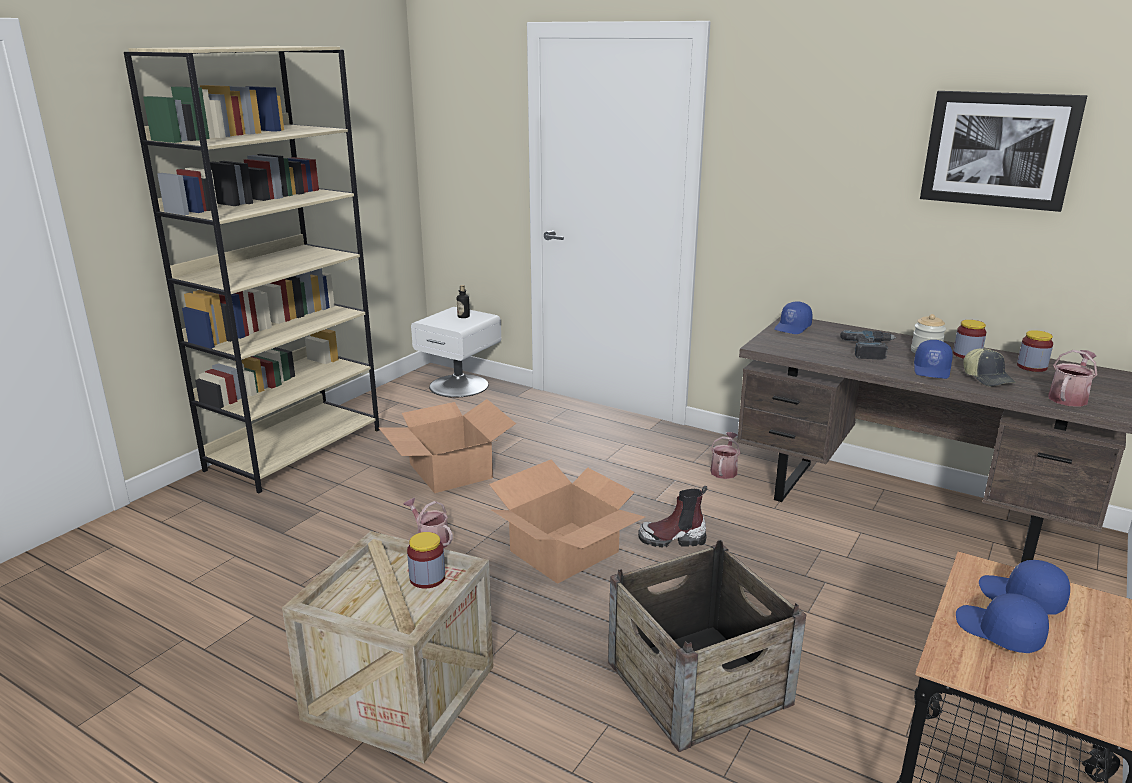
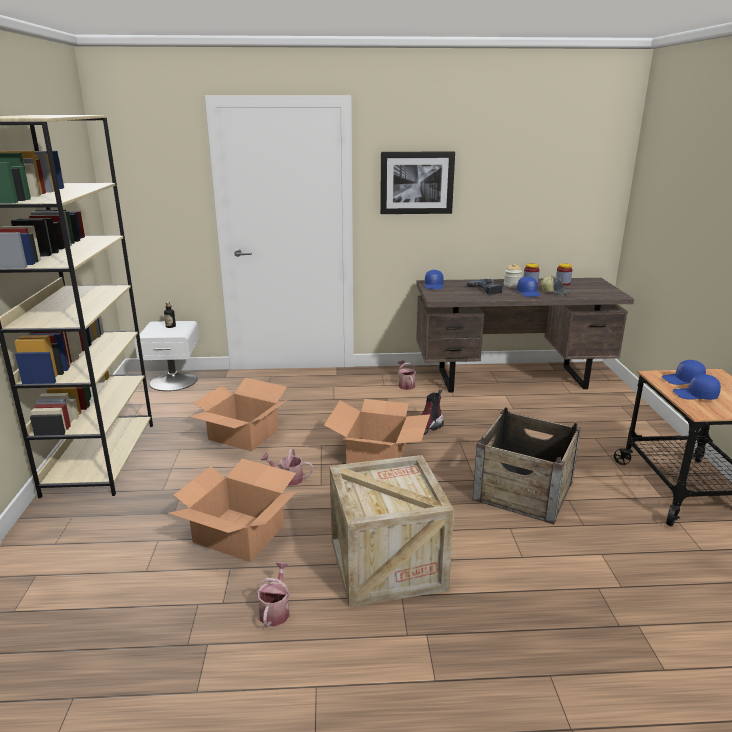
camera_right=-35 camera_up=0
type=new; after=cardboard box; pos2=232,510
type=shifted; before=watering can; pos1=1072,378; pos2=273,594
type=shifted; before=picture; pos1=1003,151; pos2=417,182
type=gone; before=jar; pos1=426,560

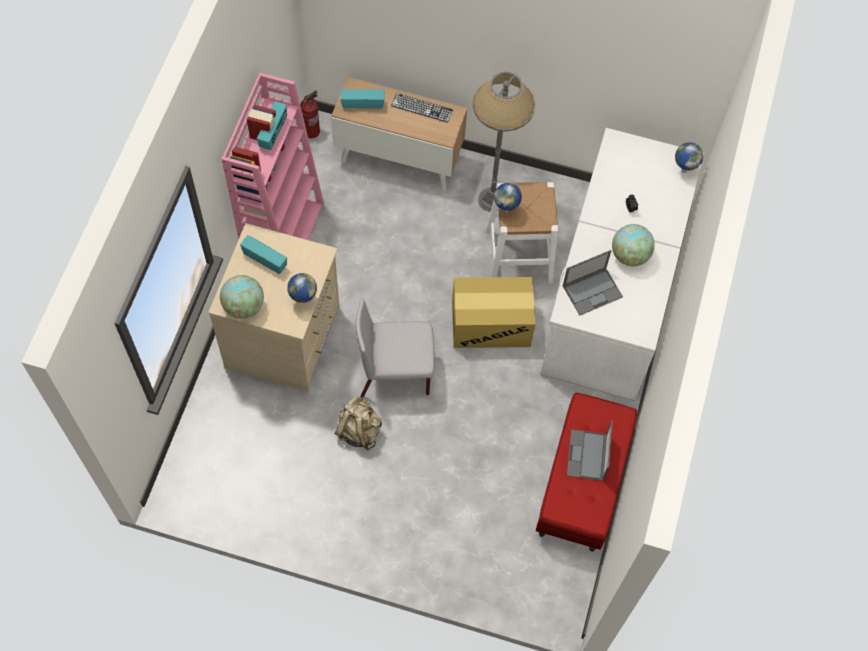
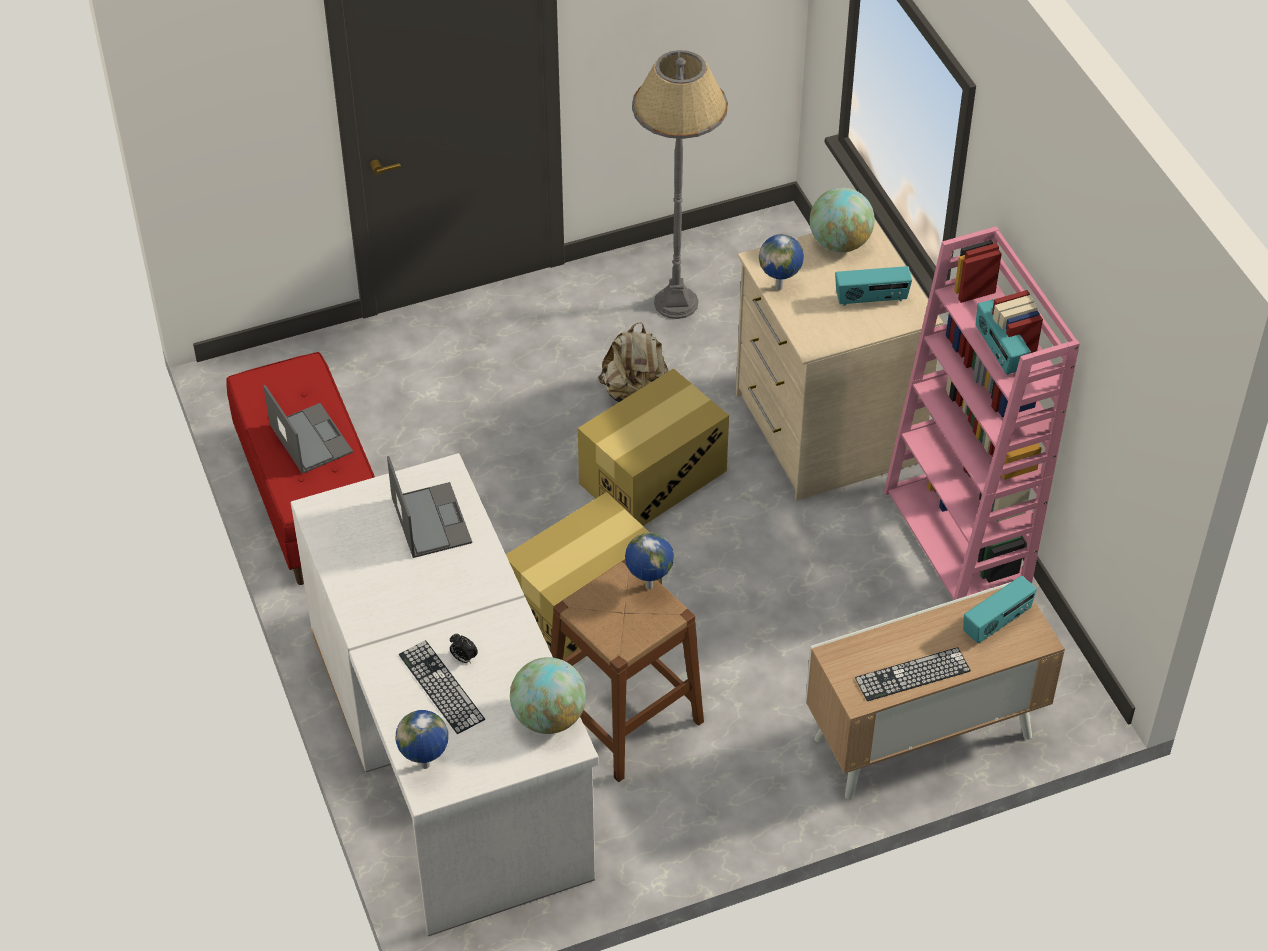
camera_right=145 camera_up=-15
type=rotated; before=laptop; pos1=593,282; pos2=429,507; turn=135
type=new; after=keyboard; pos2=442,687
type=shifted; before=globe; pos1=633,245; pos2=548,695
type=repainted; before=white stool; after=brown stool; pos1=522,232; pos2=627,671
type=swapped; before=grey chair; after=cardboard box; pos1=395,347; pos2=653,447
type=shifted; before=grey floor lamp; pos1=504,141; pos2=680,184
type=gone; before=fire extinguisher; pos1=310,114

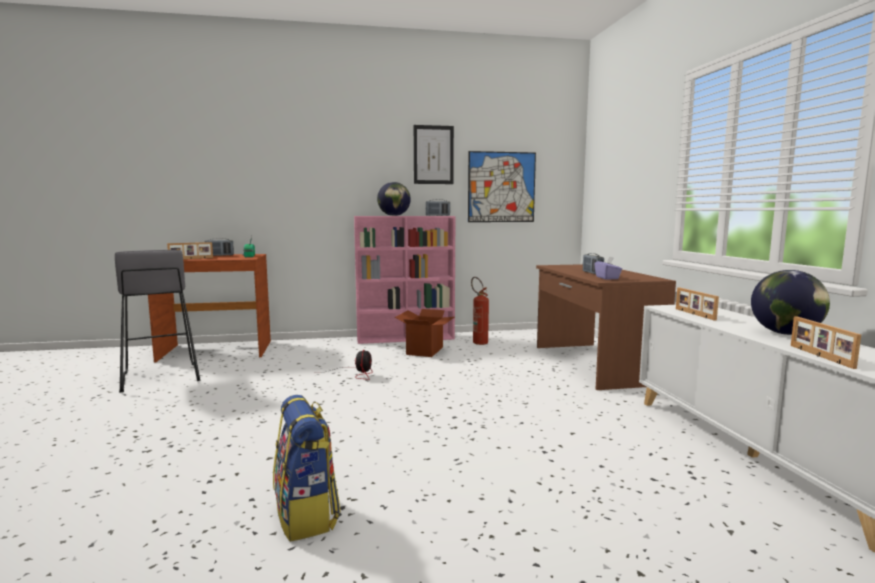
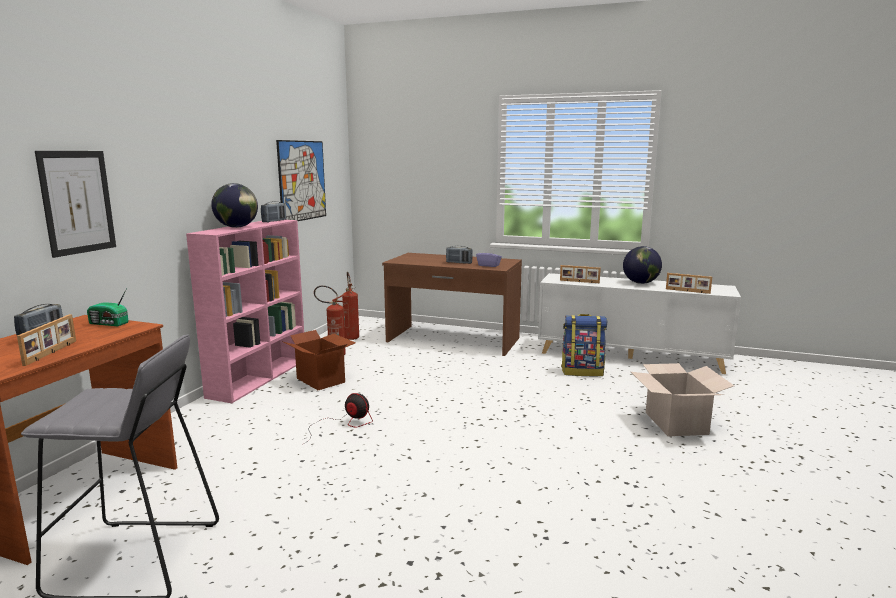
camera_right=-60 camera_up=5
type=shifted; before=picture; pos1=434,154; pos2=75,204
type=new; after=fire extinguisher; pos2=350,306
type=shifted; before=backpack; pos1=306,468; pos2=584,345
type=new; after=cardboard box; pos2=682,399

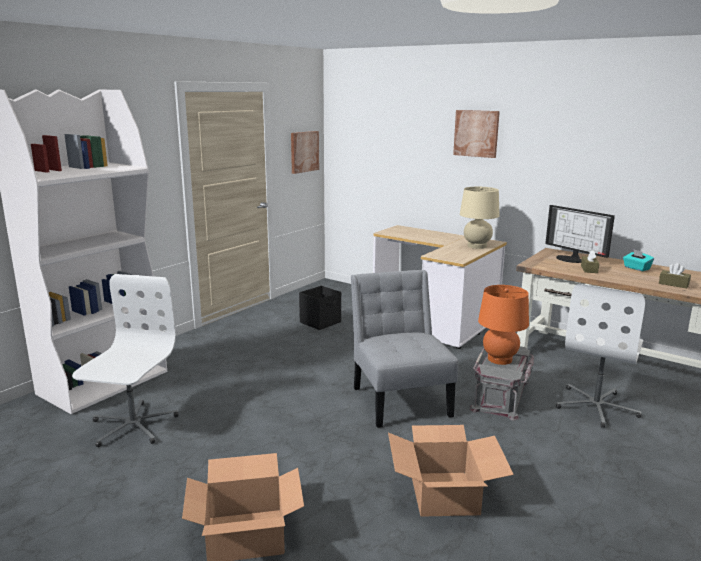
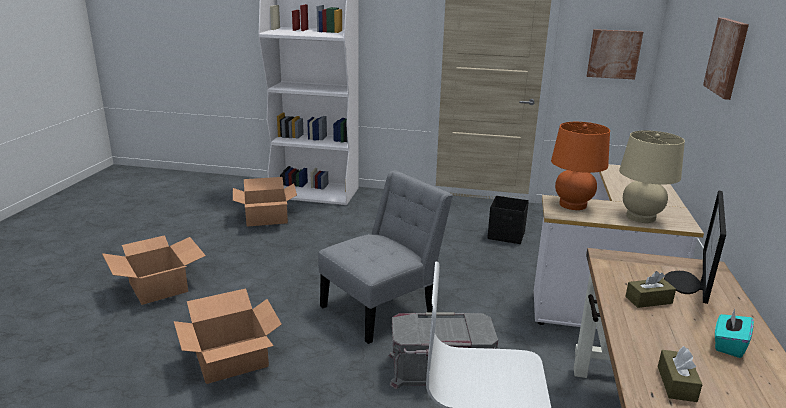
camera_right=65 camera_up=5
type=swapped; before=white office chair; after=cardboard box; pos1=125,360; pos2=265,202
type=shifted; before=orange table lamp; pos1=503,325; pos2=580,166

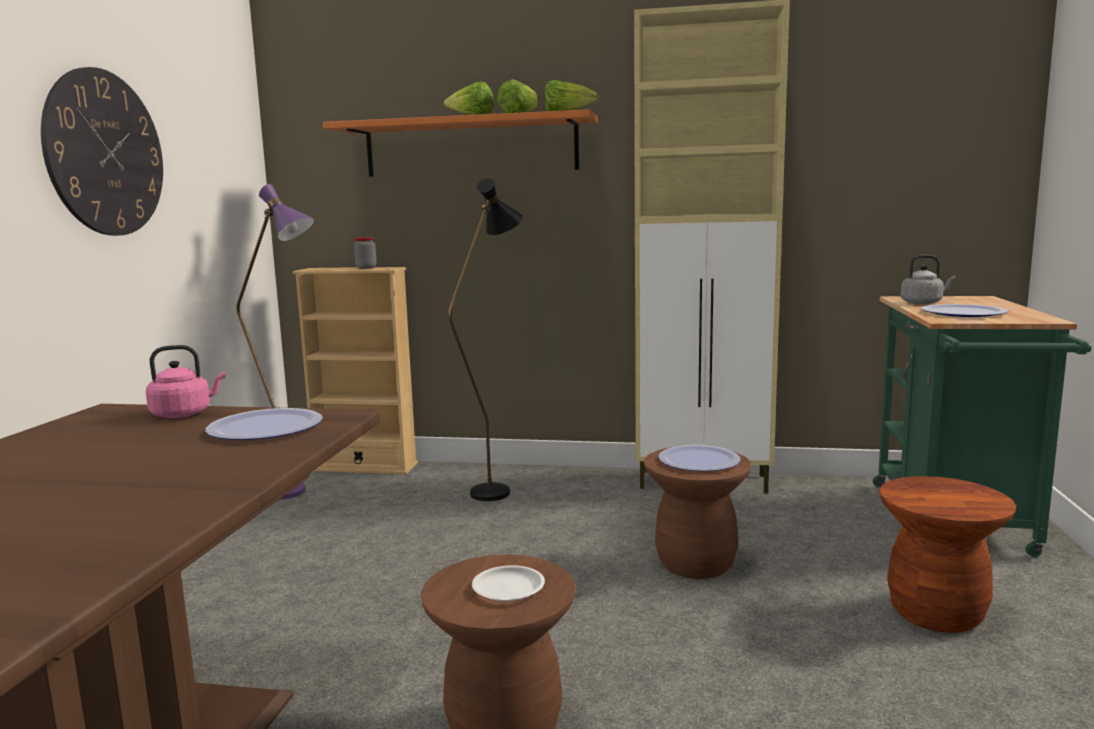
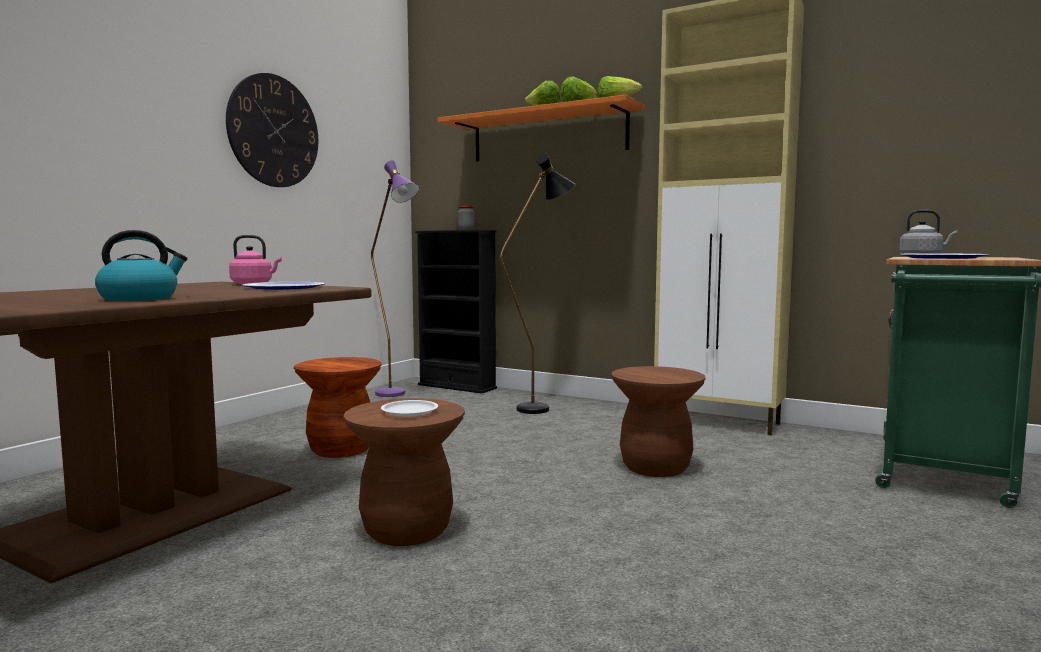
camera_right=20 camera_up=-5
type=new; after=kettle; pos2=141,265
type=shifted; before=brown stool; pos1=947,554; pos2=338,407
type=repainted; before=beige bookcase; after=black bookcase; pos1=355,371; pos2=456,311
type=gone; before=plate; pos1=699,458

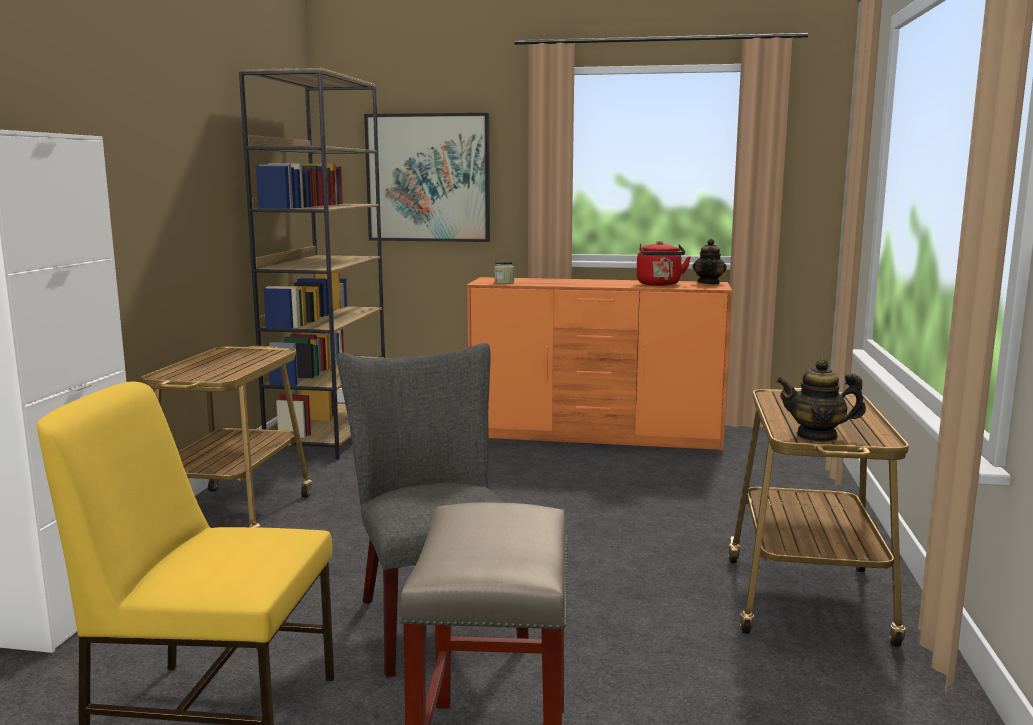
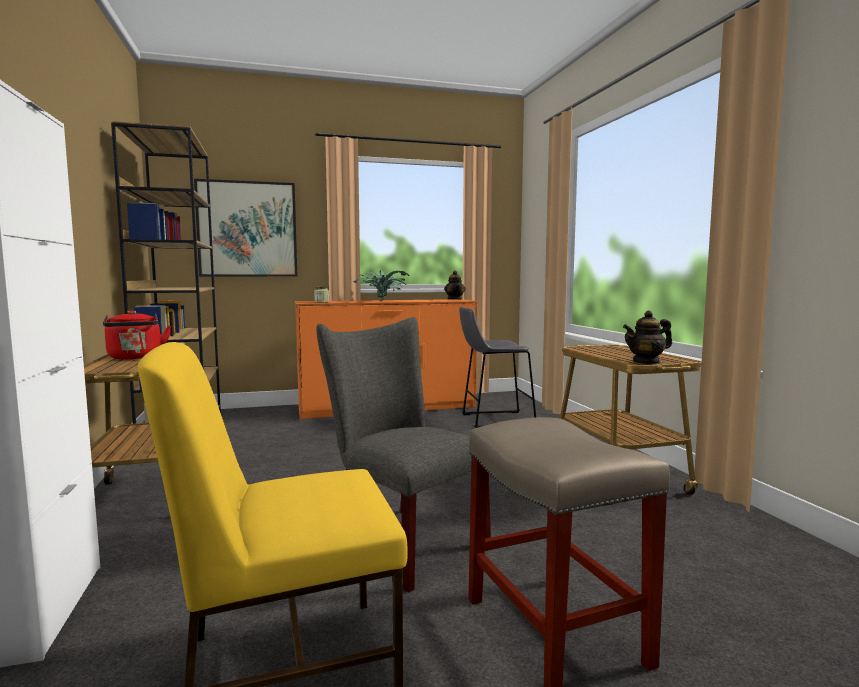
camera_right=-25 camera_up=-5
type=shifted; before=red kettle; pos1=664,263; pos2=137,335
type=new; after=potted plant; pos2=381,285
type=new; after=grey stool; pos2=497,367

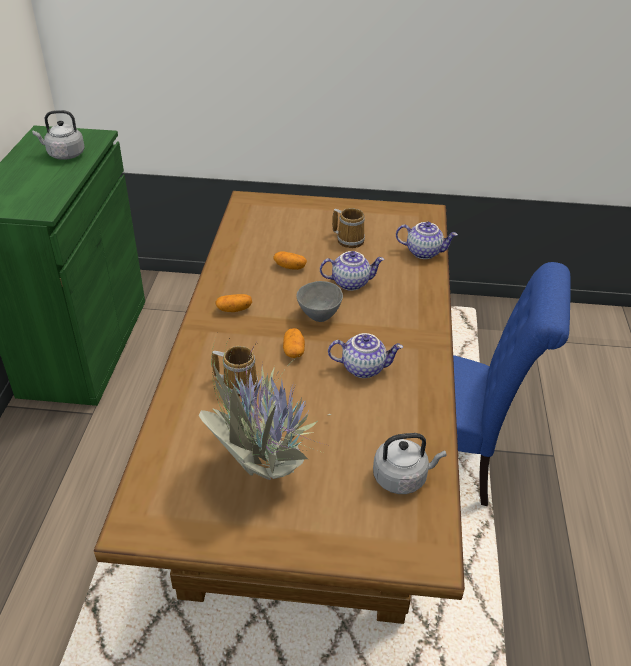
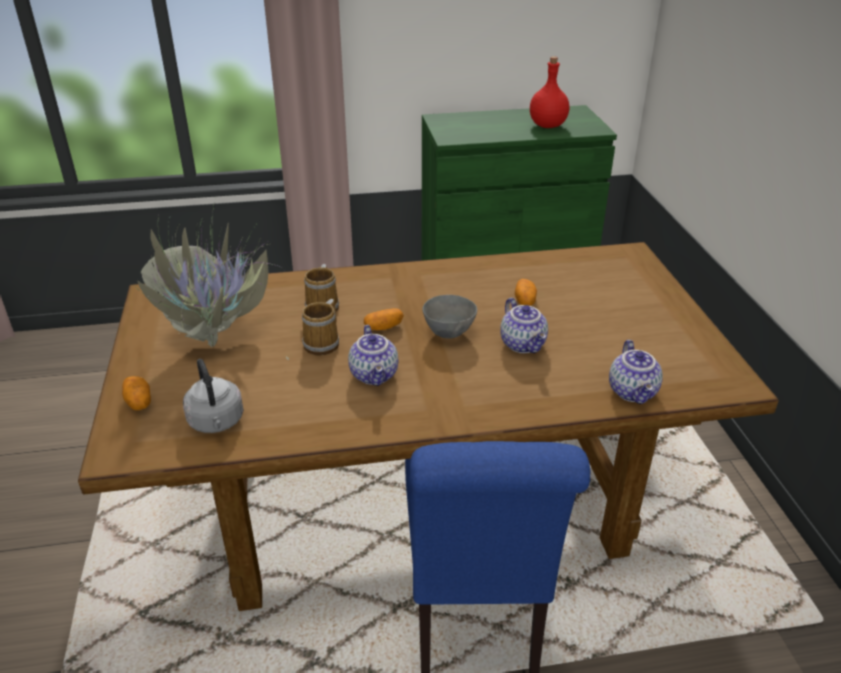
camera_right=75 camera_up=-5
type=shifted; before=potato; pos1=234,303; pos2=136,393
type=shifted; before=mug; pos1=348,228; pos2=320,327
type=swapped; before=grey kettle; after=red bottle; pos1=58,135; pos2=549,92

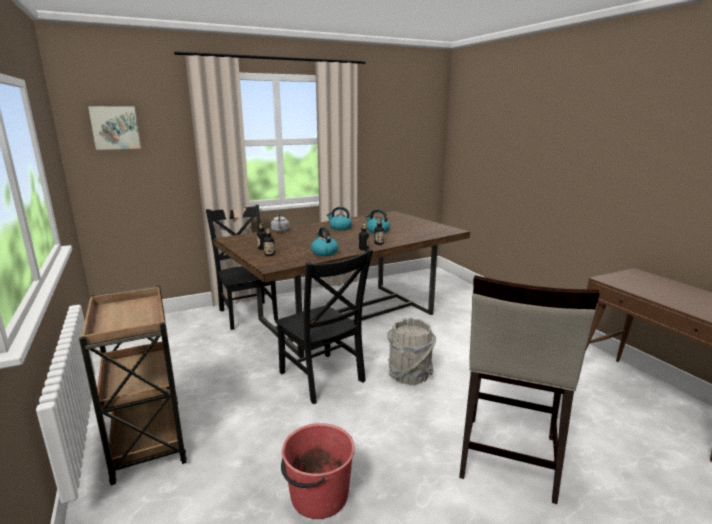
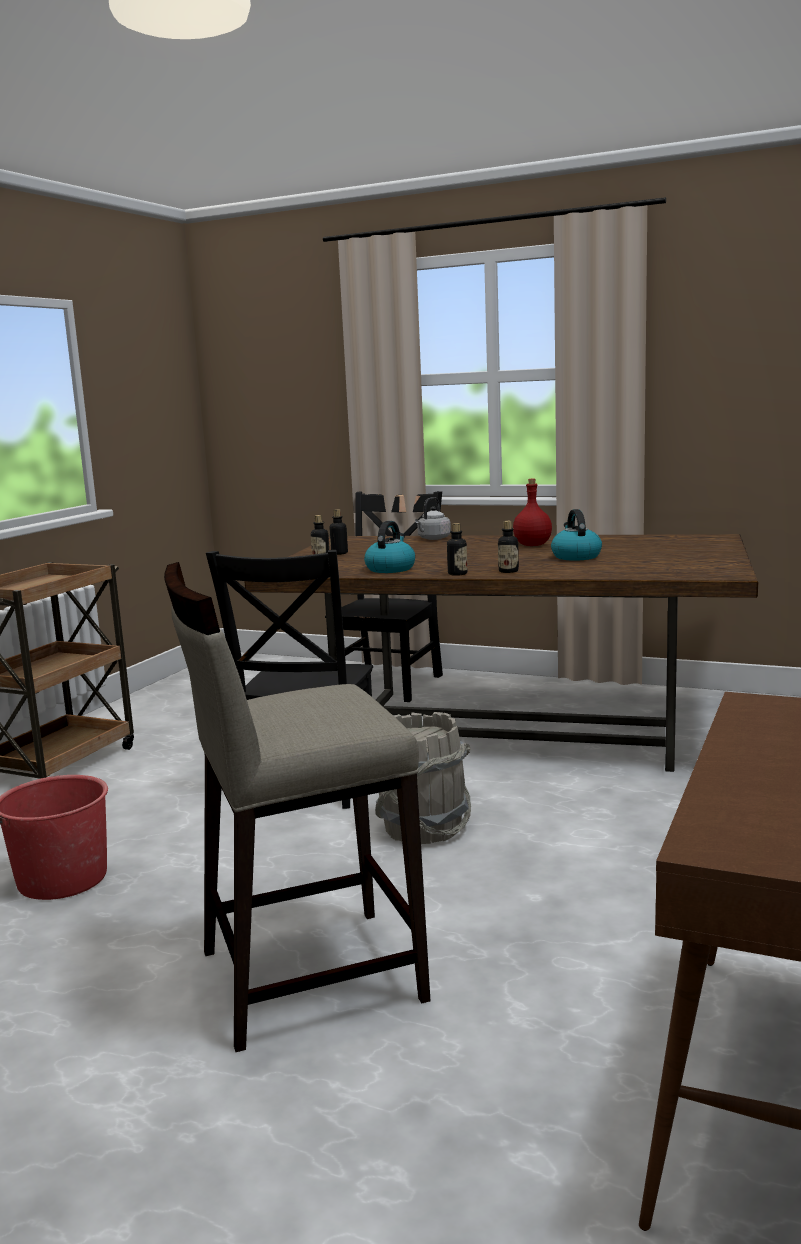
camera_right=50 camera_up=-5
type=swapped; before=kettle; after=red bottle; pos1=339,218; pos2=532,512
type=gone; before=picture; pos1=114,128

